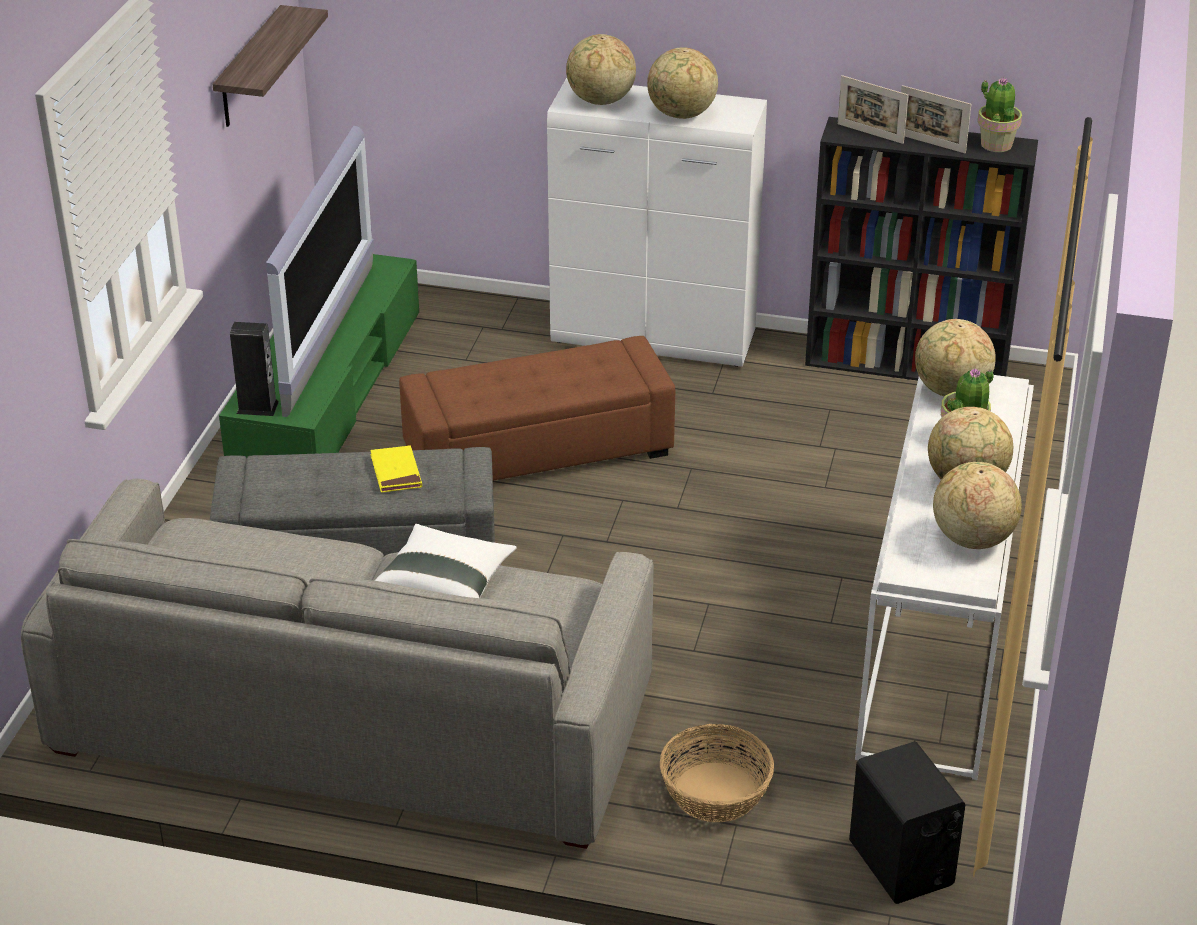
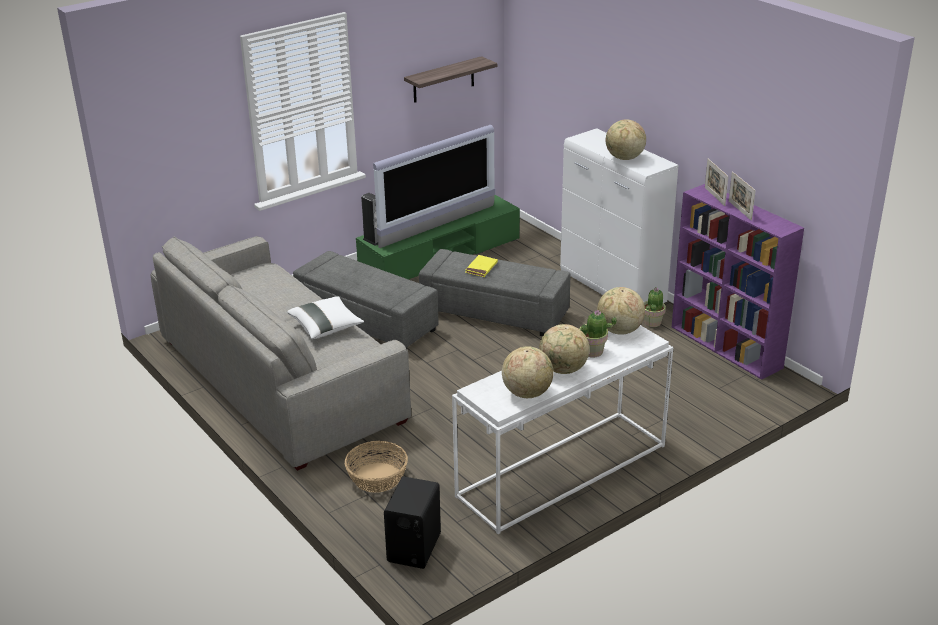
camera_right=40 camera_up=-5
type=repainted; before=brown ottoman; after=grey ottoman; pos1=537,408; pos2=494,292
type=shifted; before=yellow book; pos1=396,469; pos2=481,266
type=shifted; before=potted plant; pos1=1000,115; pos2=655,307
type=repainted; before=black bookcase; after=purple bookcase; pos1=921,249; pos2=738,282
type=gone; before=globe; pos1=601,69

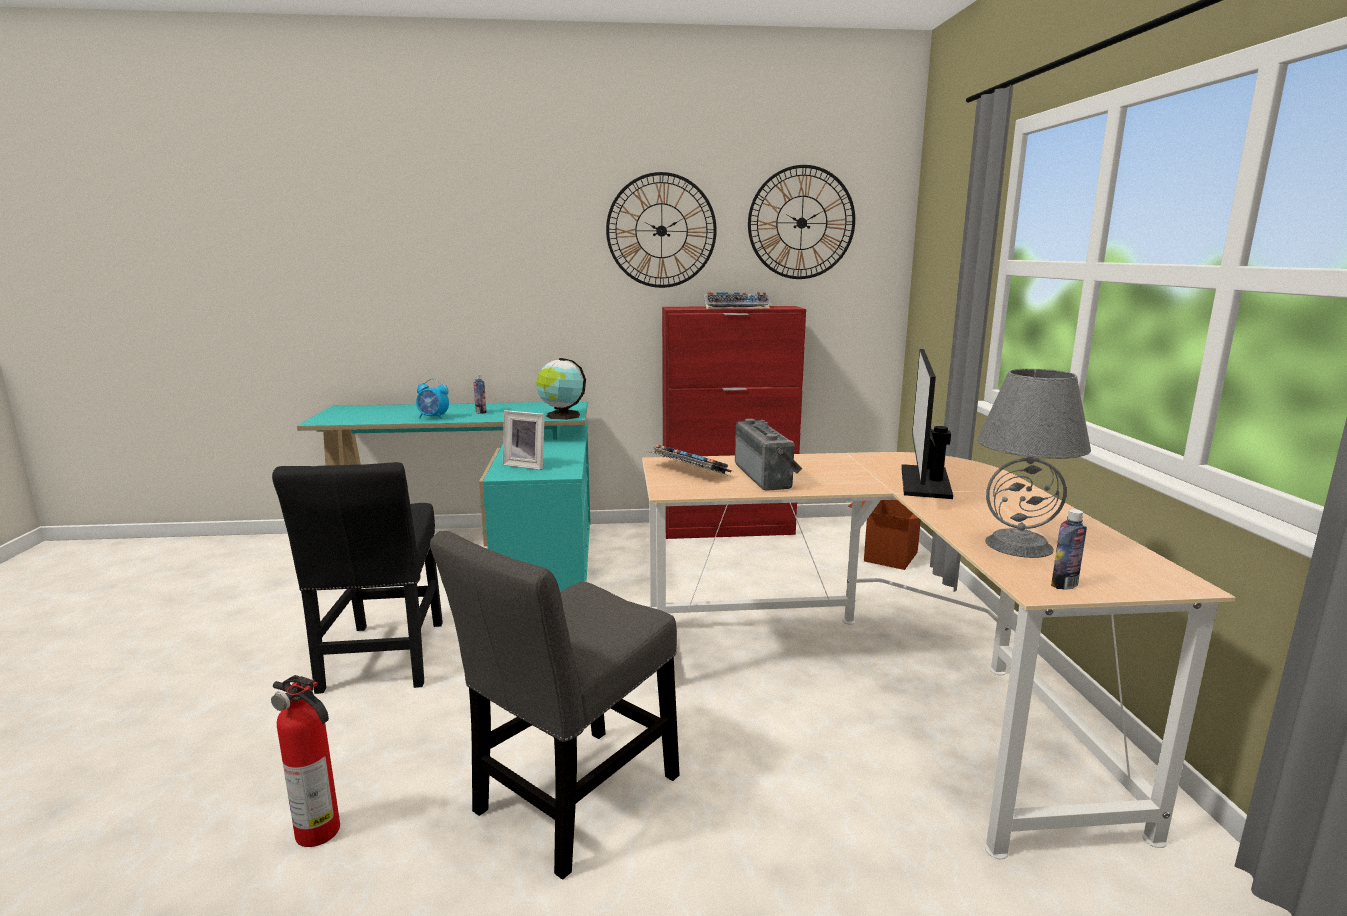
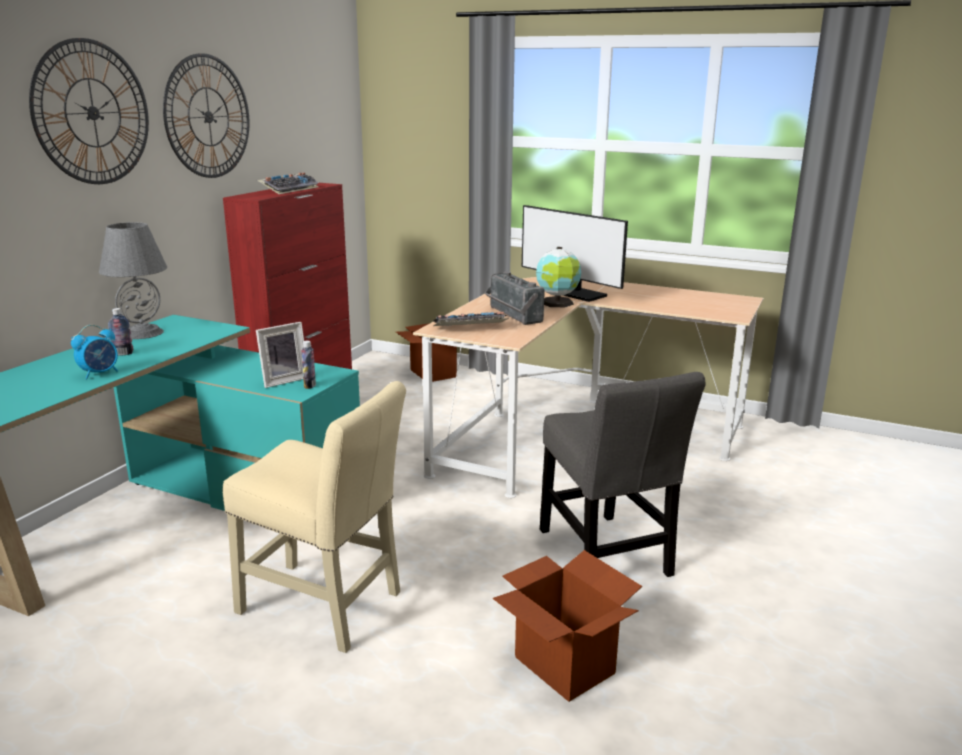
camera_right=-60 camera_up=5
type=shifted; before=wall clock; pos1=801,222; pos2=89,111
type=shifted; before=grey table lamp; pos1=1034,463; pos2=133,280
type=repainted; before=black chair; after=beige chair; pos1=357,578; pos2=314,517
type=shifted; before=bottle; pos1=1069,549; pos2=308,365
type=rotated; before=radio; pos1=768,455; pos2=515,298; turn=-135
type=swapped; before=fire extinguisher; after=cardboard box; pos1=305,761; pos2=567,626
type=shifted; before=globe; pos1=561,389; pos2=558,277

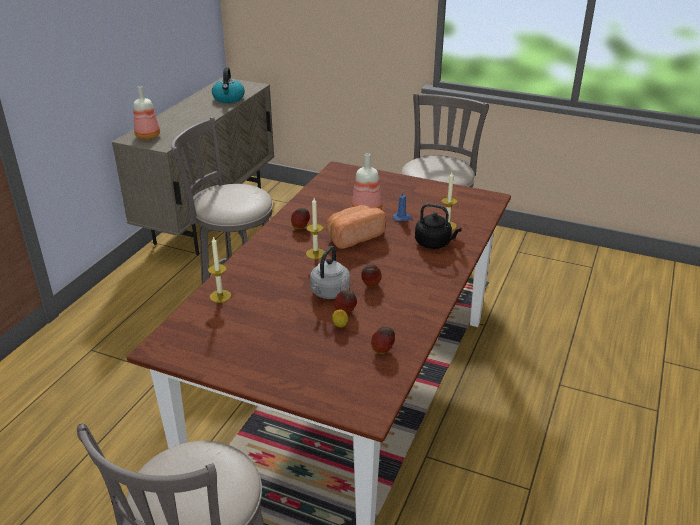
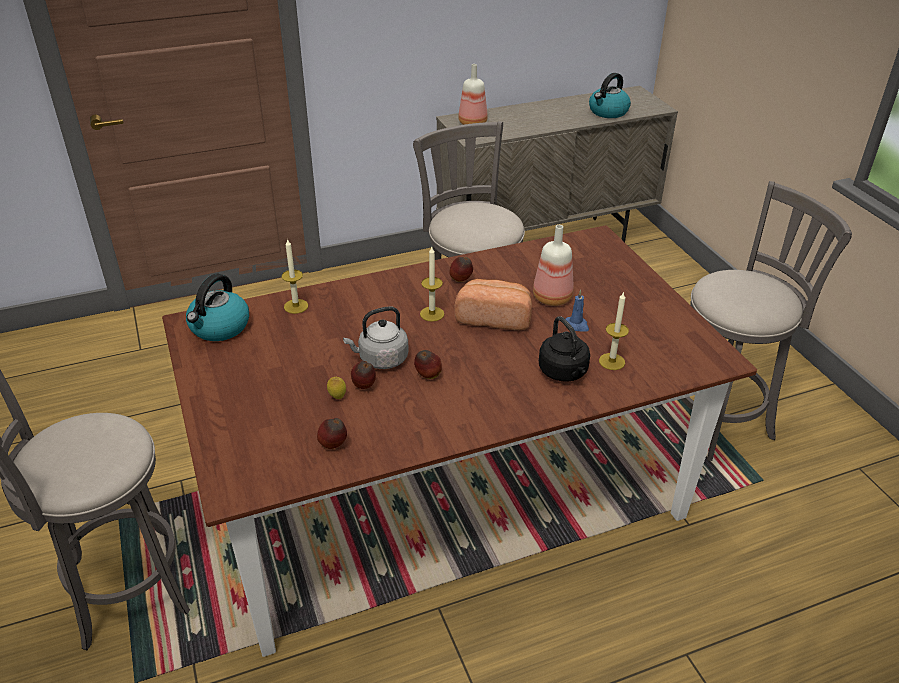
camera_right=45 camera_up=5
type=new; after=kettle; pos2=217,307

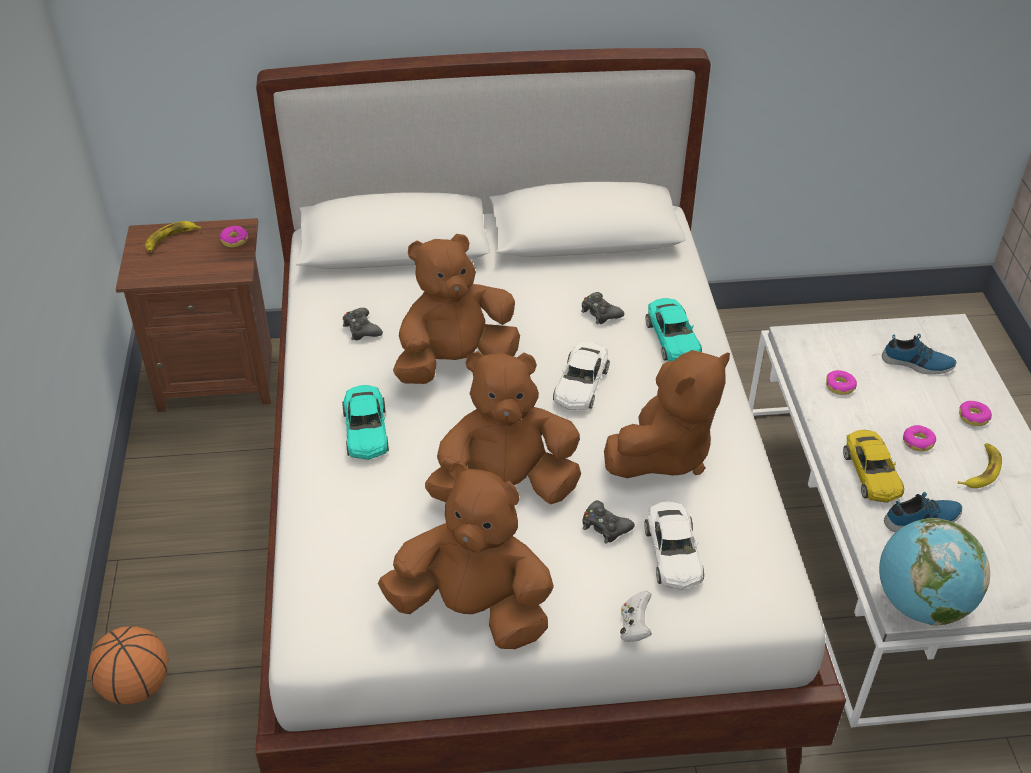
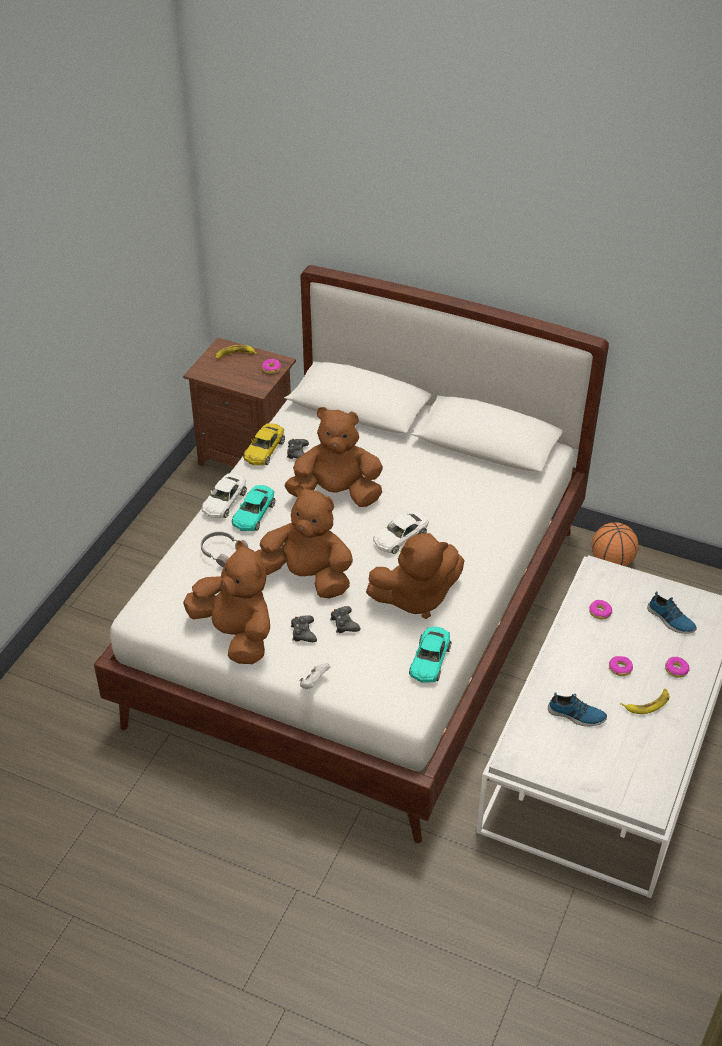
camera_right=30 camera_up=0
type=shifted; before=white toy car; pos1=674,545; pos2=224,495
type=new; after=grey headphones; pos2=224,549
type=shifted; before=yellow toy car; pos1=873,466; pos2=264,444
type=shifted; before=black game controller; pos1=602,308; pos2=304,628
type=shifted; before=turquoise toy car; pos1=674,329; pos2=430,655
type=shifted; before=basketball; pos1=128,665; pos2=615,544
type=gone; before=globe; pos1=934,571

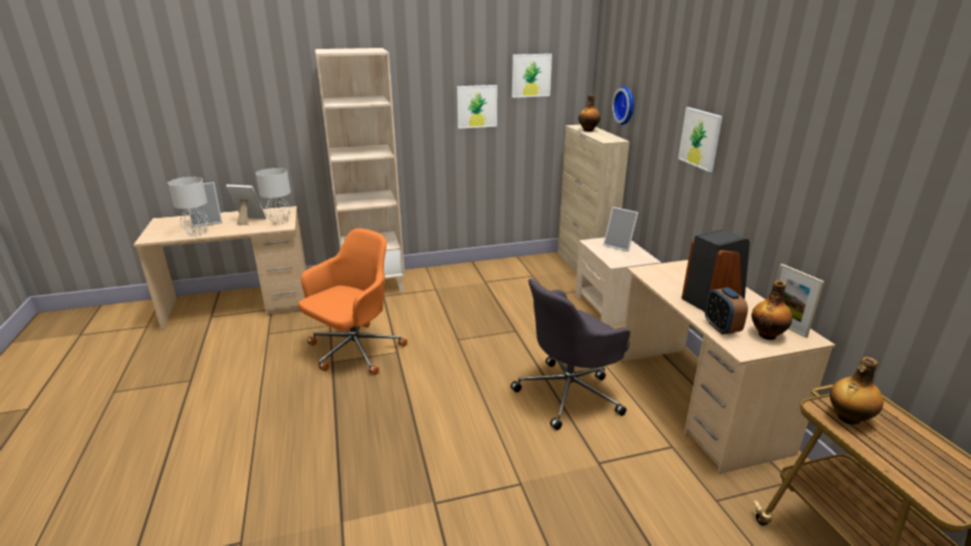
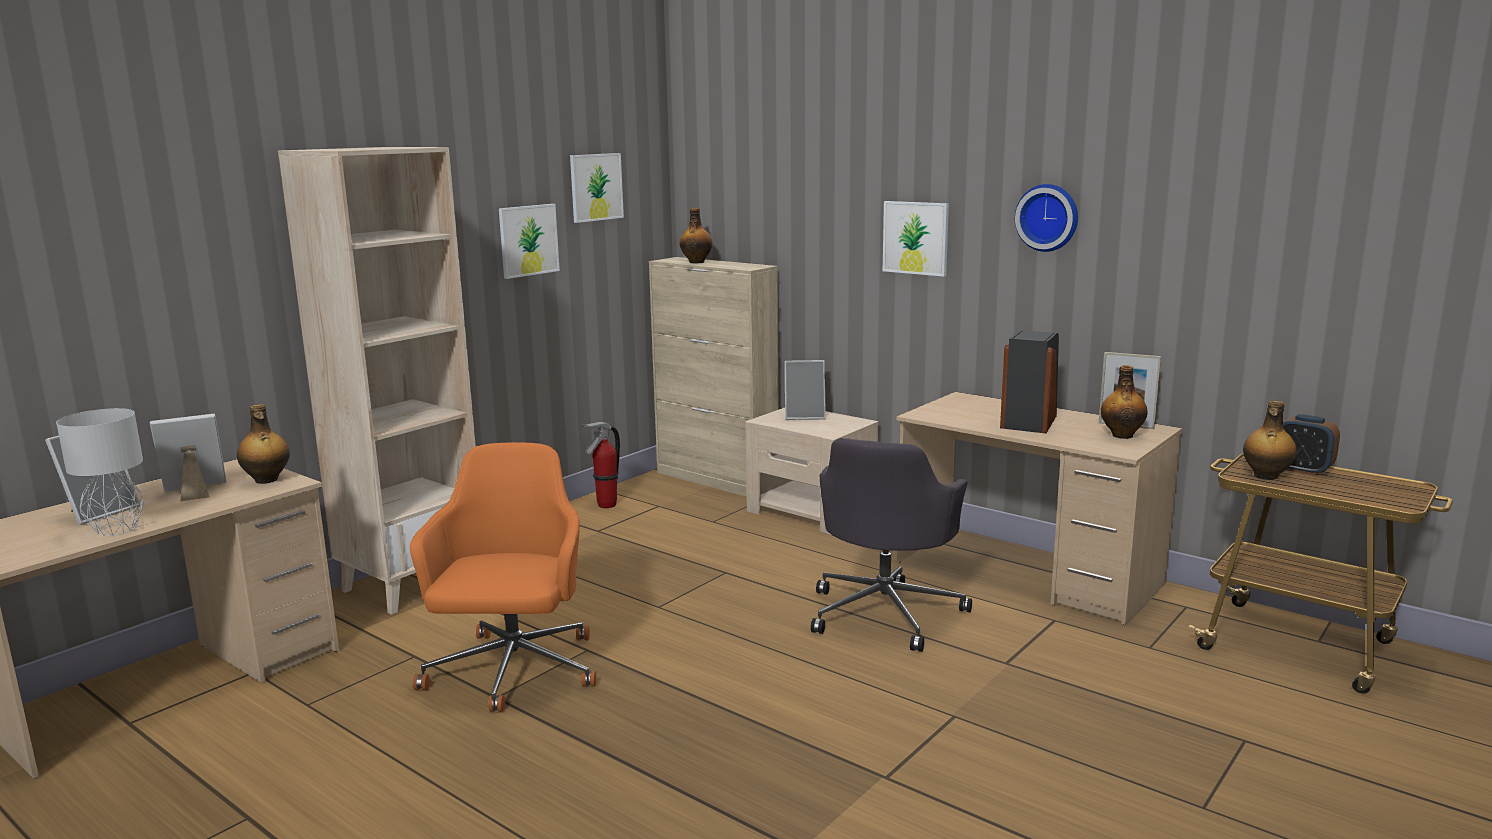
camera_right=-35 camera_up=-10
type=swapped; before=grey table lamp; after=bottle; pos1=273,196; pos2=263,444
type=new; after=fire extinguisher; pos2=601,465
type=shifted; before=wall clock; pos1=623,105; pos2=1046,218
type=shifted; before=alarm clock; pos1=726,311; pos2=1311,445

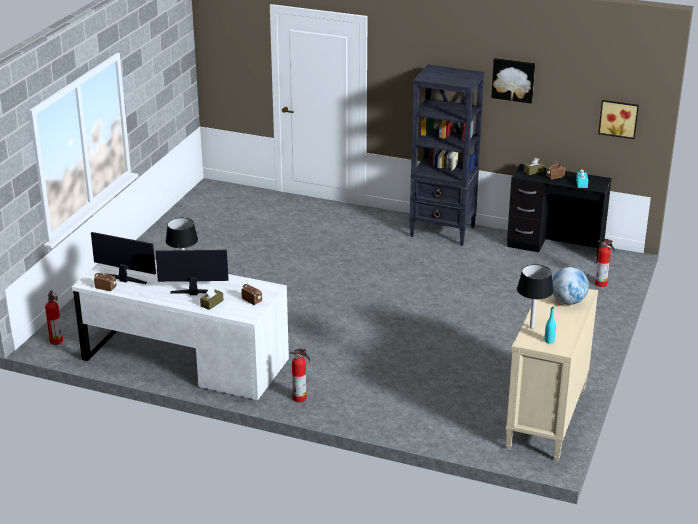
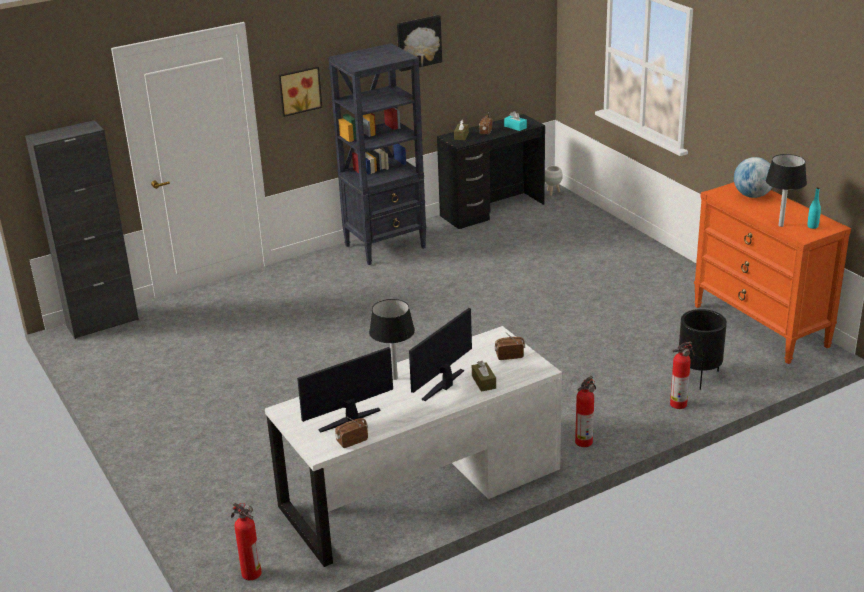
camera_right=-50 camera_up=0
type=new; after=black cabinet; pos2=82,229
type=shifted; before=picture; pos1=618,119; pos2=300,91
type=new; after=white planter; pos2=554,181
type=shifted; before=fire extinguisher; pos1=605,263; pos2=682,375
type=new; after=black planter; pos2=702,349
type=repainted; before=beige dresser; after=orange dresser; pos1=552,375; pos2=772,273

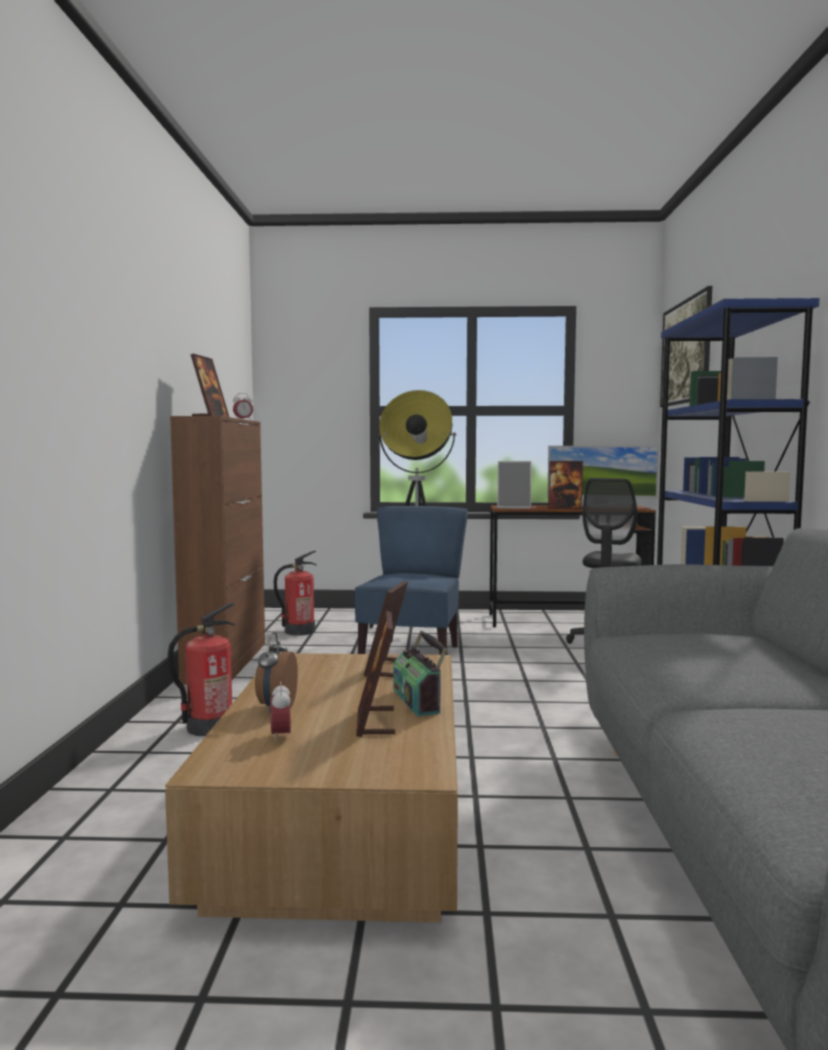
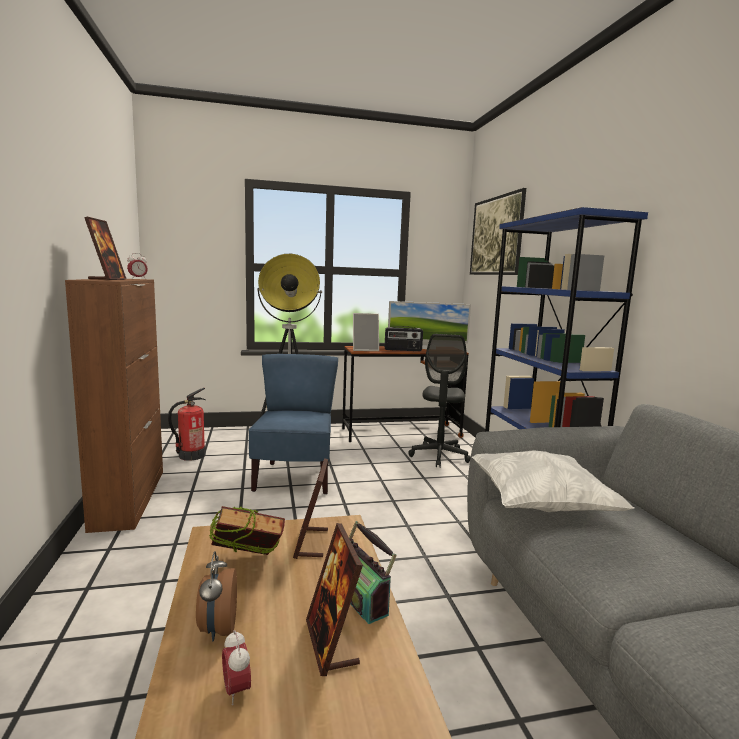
camera_right=-15 camera_up=5
type=new; after=book; pos2=247,530
type=swapped; before=picture frame; after=radio; pos1=565,485; pos2=404,338
type=new; after=white pillow; pos2=553,481
type=gone; before=fire extinguisher; pos1=201,669

